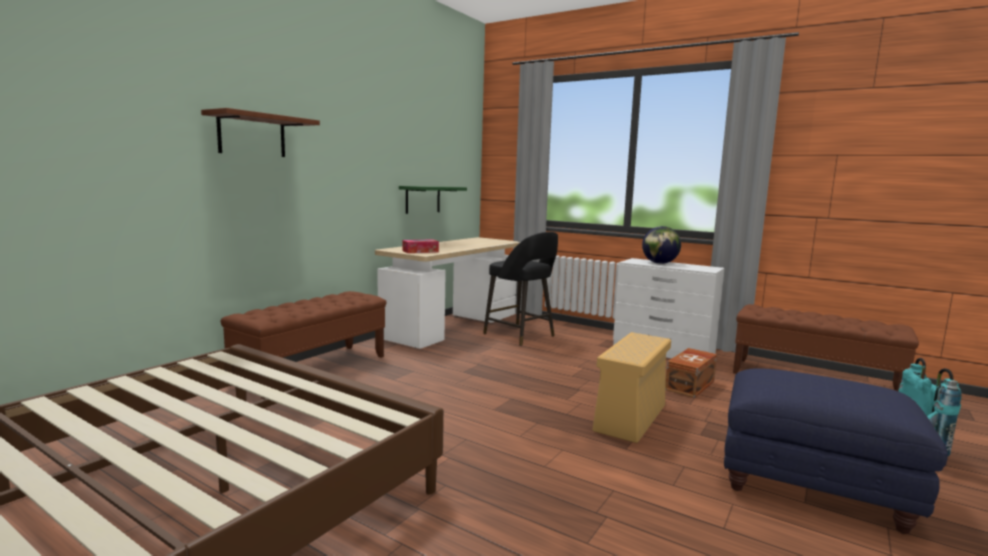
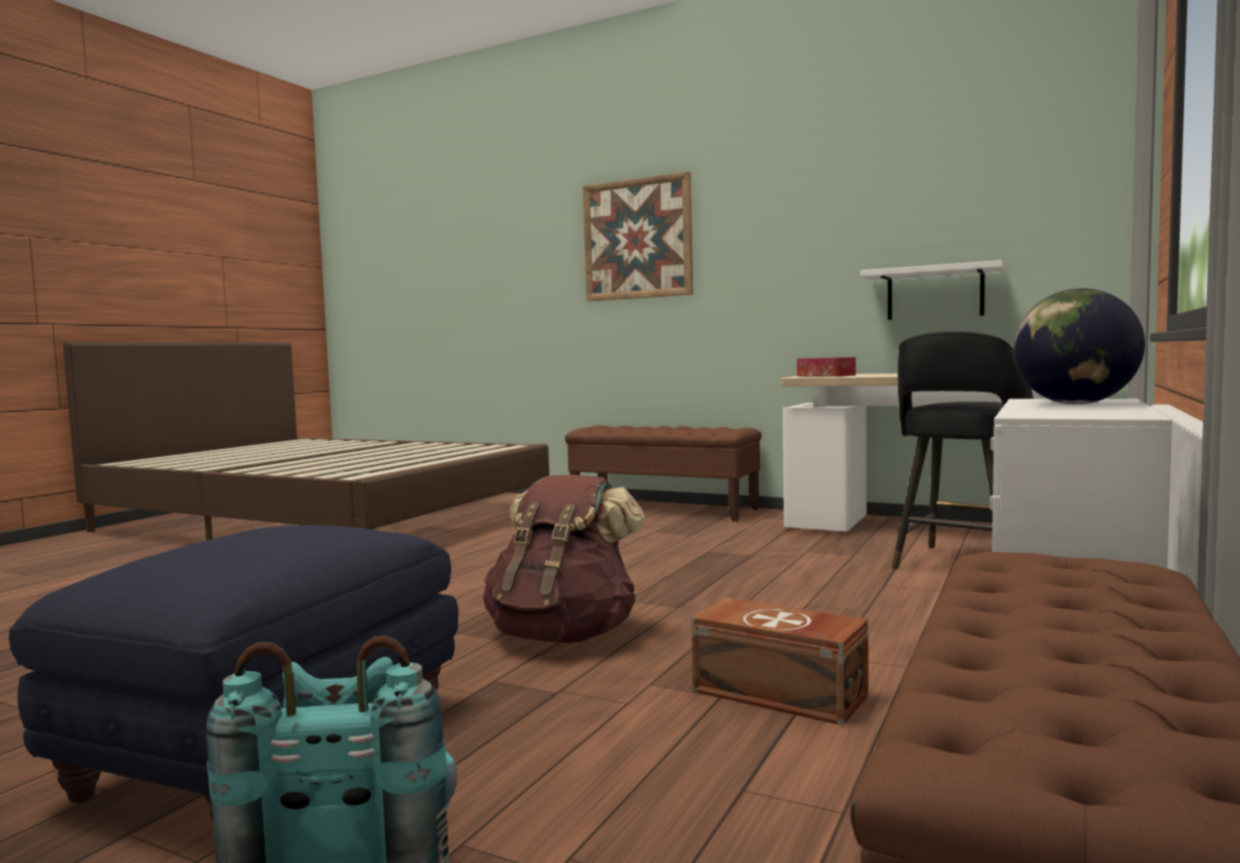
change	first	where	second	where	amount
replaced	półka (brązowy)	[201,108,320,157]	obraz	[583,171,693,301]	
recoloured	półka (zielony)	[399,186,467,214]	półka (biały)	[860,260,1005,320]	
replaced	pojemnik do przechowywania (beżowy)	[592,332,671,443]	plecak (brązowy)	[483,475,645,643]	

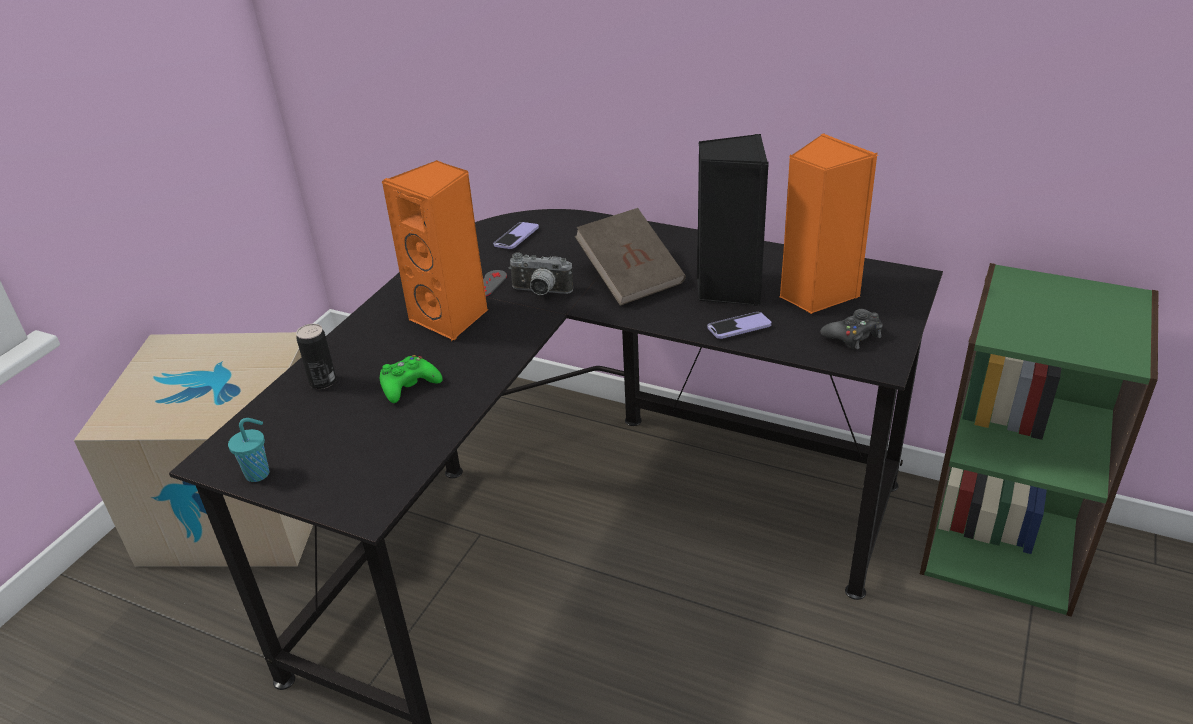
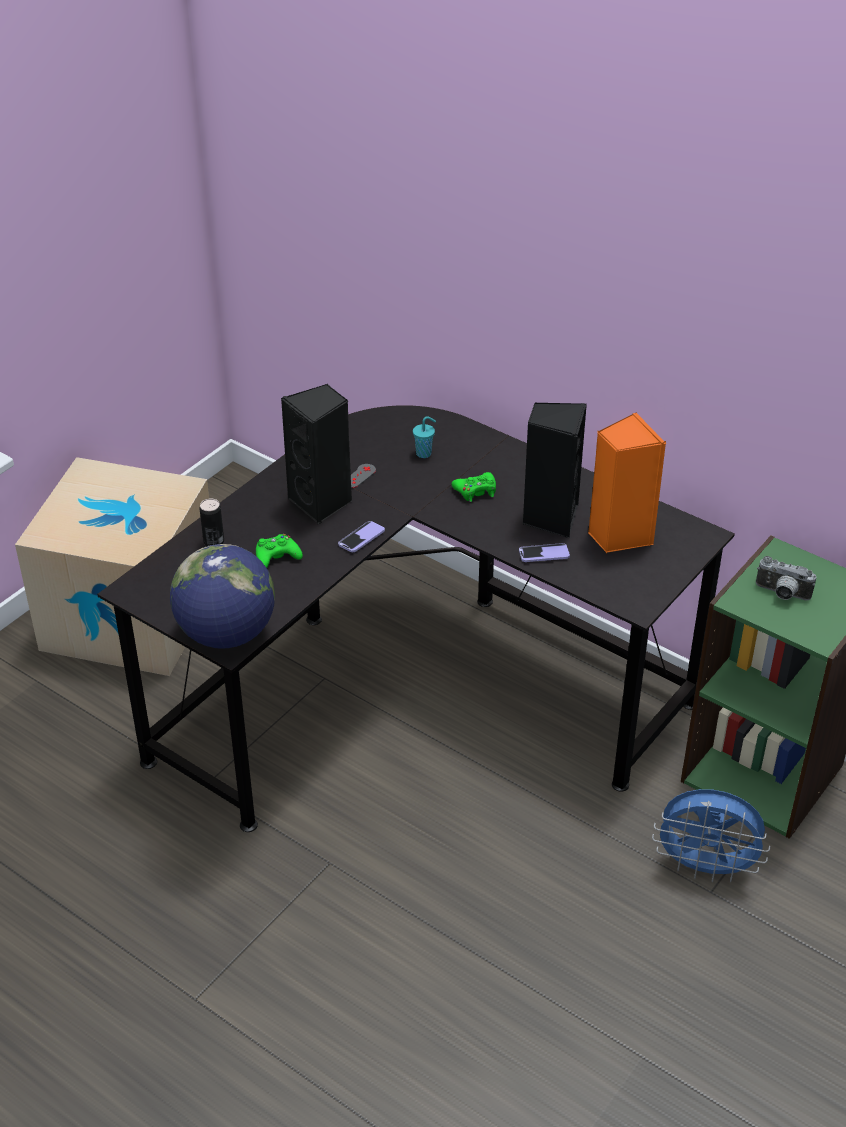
change	first	where	second	where	amount
moved	filiżanka (turkusowy)	[228,418,269,482]		[413,416,436,458]	
recoloured	głośnik (pomarańczowy)	[381,160,488,342]	głośnik (czarny)	[281,384,352,524]	
moved	telefon	[493,222,539,249]		[338,521,385,552]	
moved	aparat fotograficzny	[509,252,573,295]		[756,556,816,600]	
replaced	książka (brązowy)	[575,208,686,306]	pad do gier (zielony)	[452,472,496,502]	
removed	pad do gier (czarny)	[820,309,883,349]			
added			globus	[170,544,275,649]	
added			wentylator (niebieski)	[652,789,770,882]	

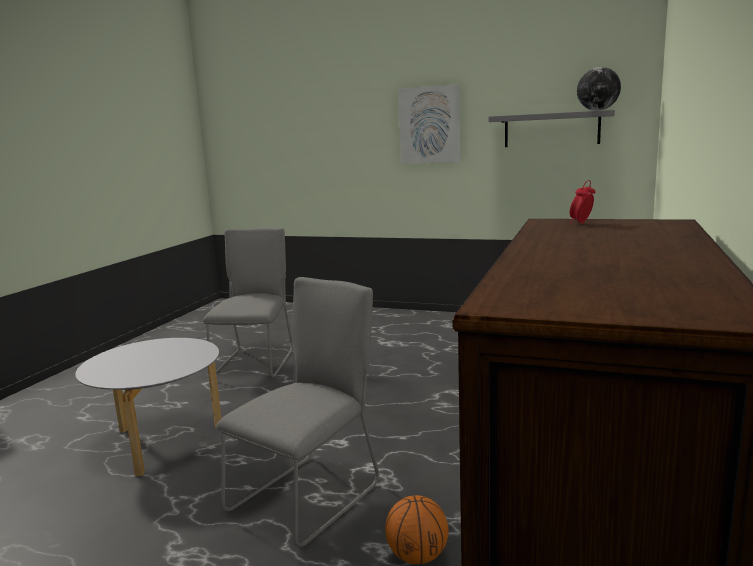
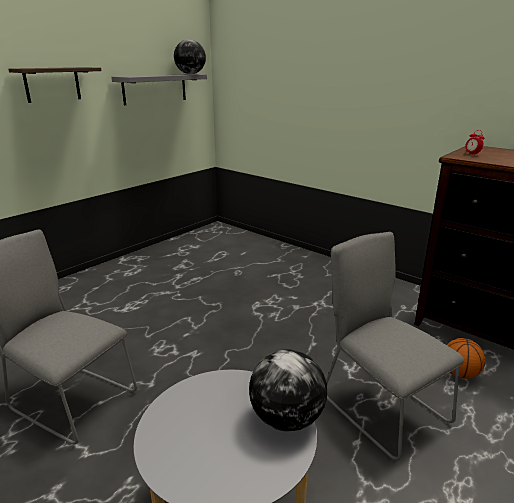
change	first	where	second	where	amount
replaced	obraz	[398,84,461,164]	półka	[9,67,102,103]	
added			globus	[249,349,327,432]	

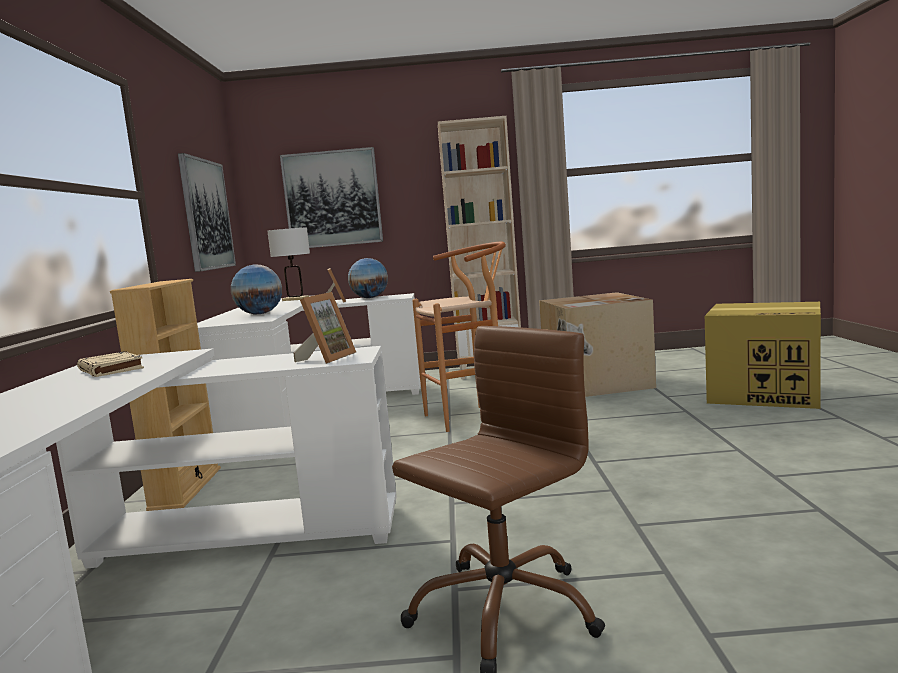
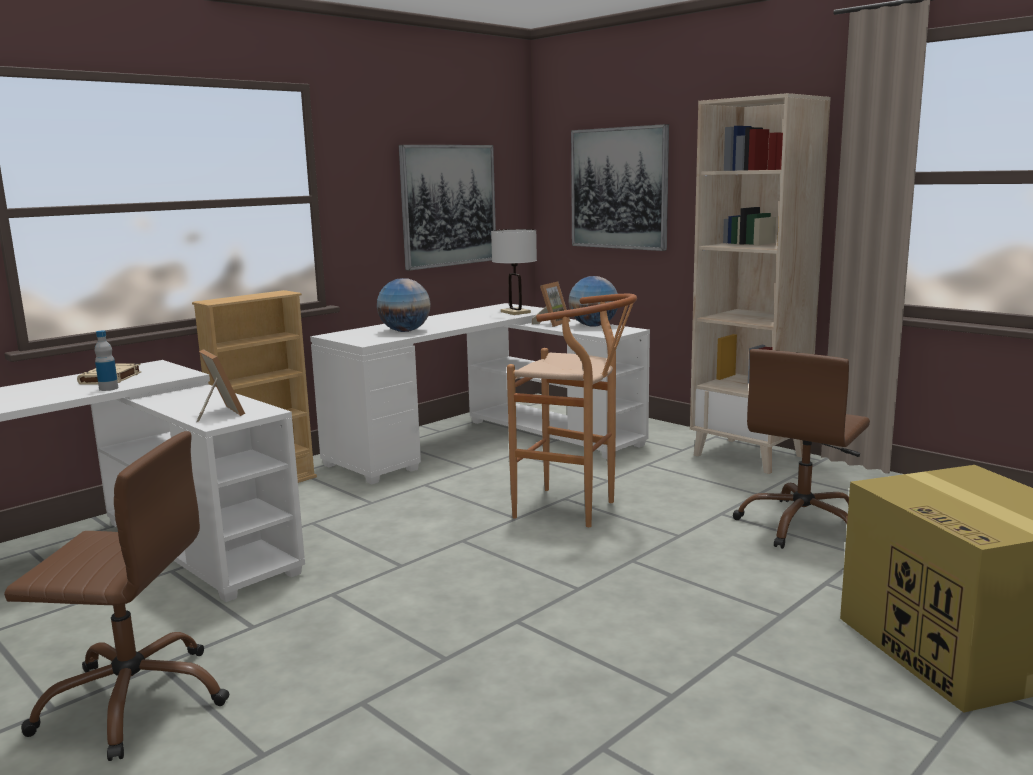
change	first	where	second	where	amount
turned	ramka na zdjęcie	[294,292,356,364]		[196,349,245,422]	105 degrees counterclockwise
replaced	karton	[539,292,656,397]	krzesło biurowe (brązowy)	[733,349,870,549]	
added			butelka	[95,330,118,391]	

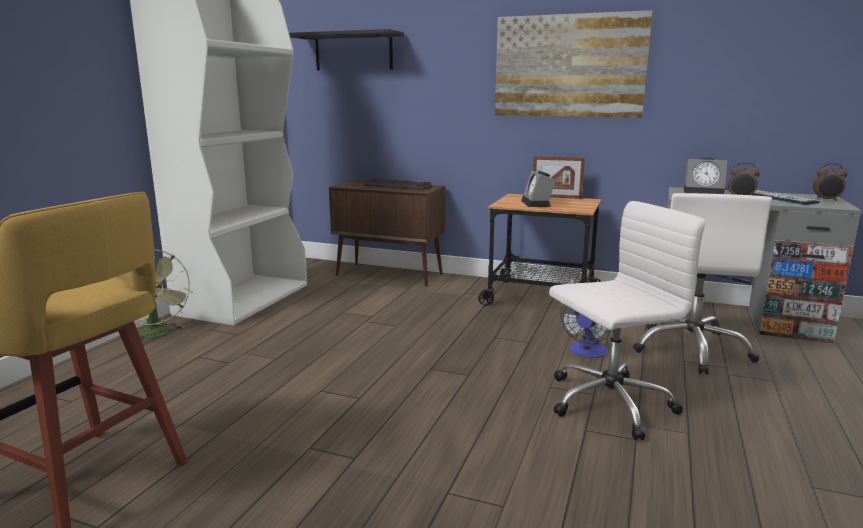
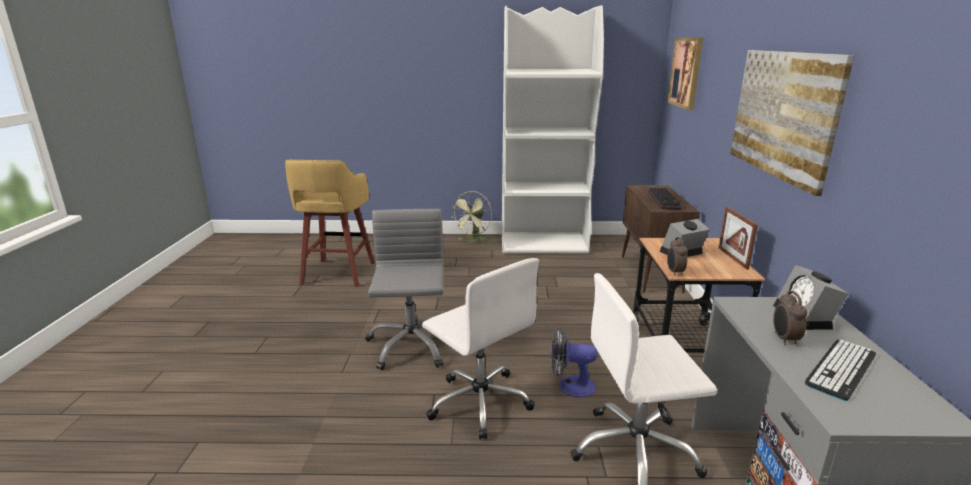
change	first	where	second	where	amount
replaced	półka (czarny)	[289,29,404,70]	obraz	[667,38,703,110]	
moved	budzik	[813,163,848,201]		[667,237,688,276]	
added			krzesło biurowe (szary)	[365,209,444,370]	

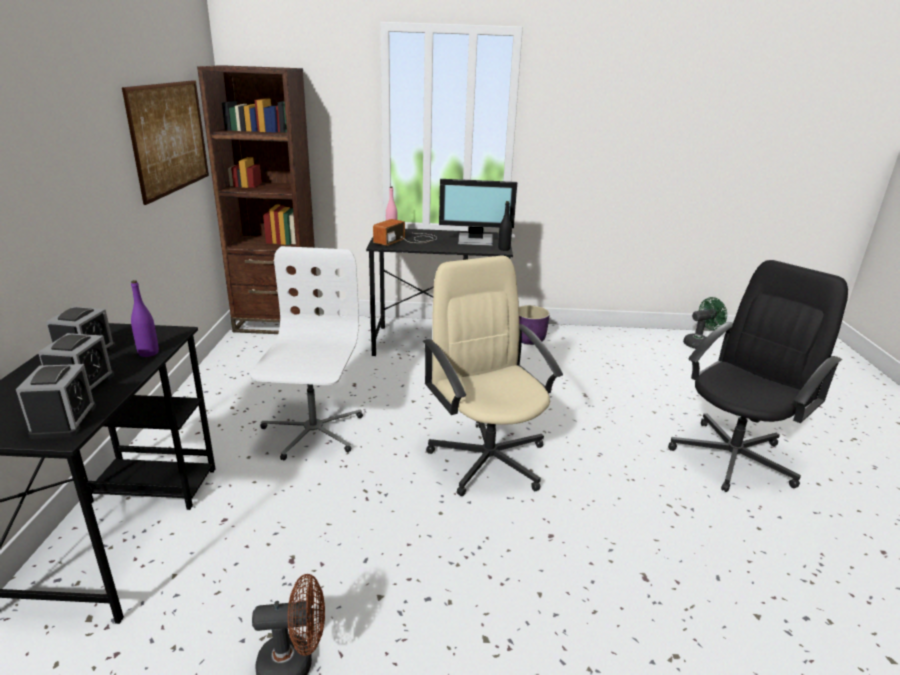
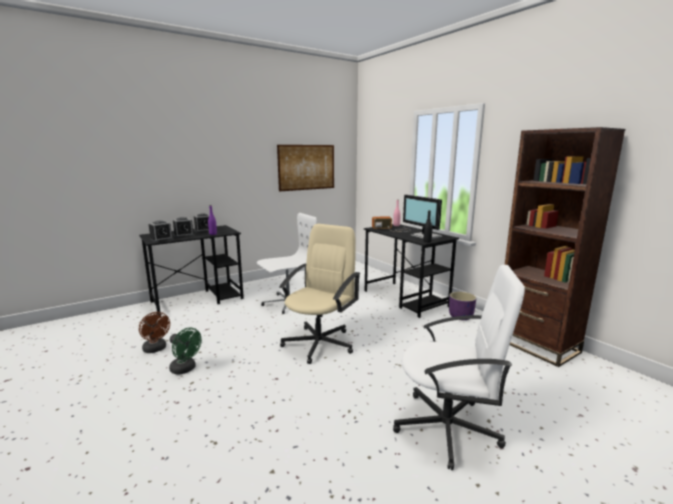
change	first	where	second	where	amount
moved	regał (brązowy)	[197,65,320,334]		[505,127,625,367]	
recoloured	krzesło biurowe (czarny)	[668,260,848,492]	krzesło biurowe (biały)	[393,265,525,470]	
moved	wentylator (zielony)	[683,297,727,349]		[169,328,202,375]	

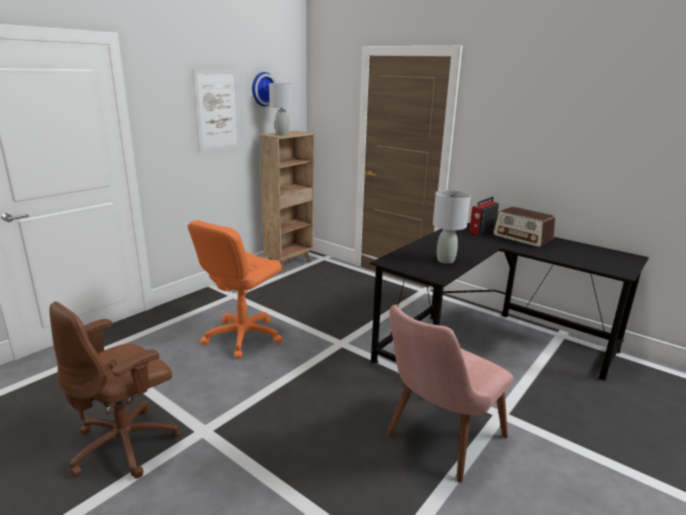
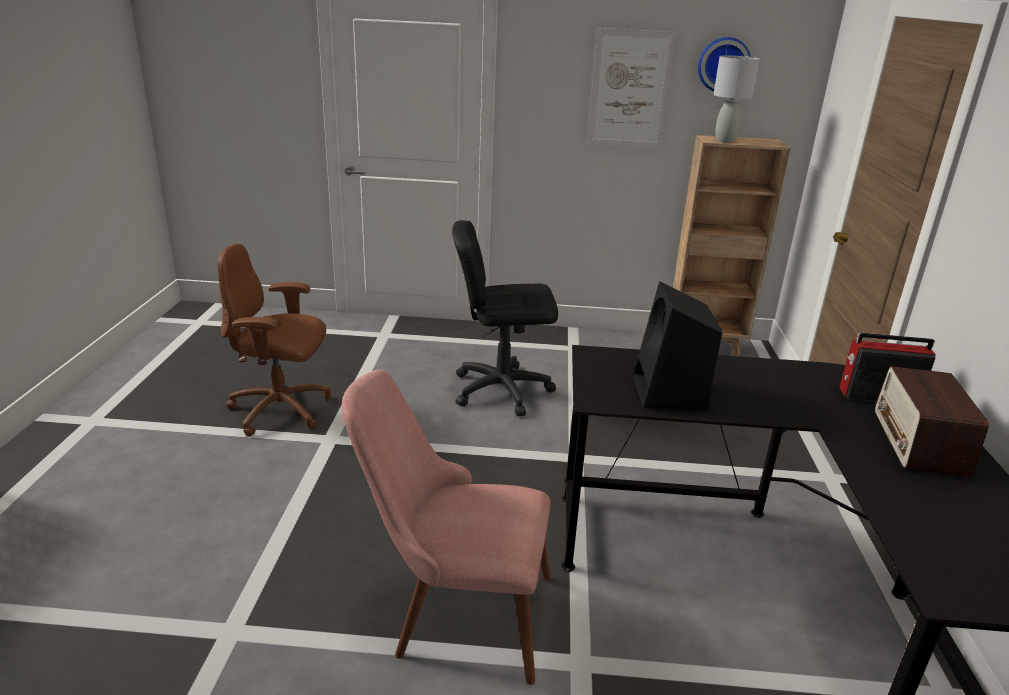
change	first	where	second	where	amount
recoloured	krzesło biurowe (pomarańczowy)	[188,220,283,359]	krzesło biurowe (czarny)	[452,220,558,416]	
replaced	lampa stołowa (szary)	[433,190,471,264]	głośnik (czarny)	[633,281,722,410]	

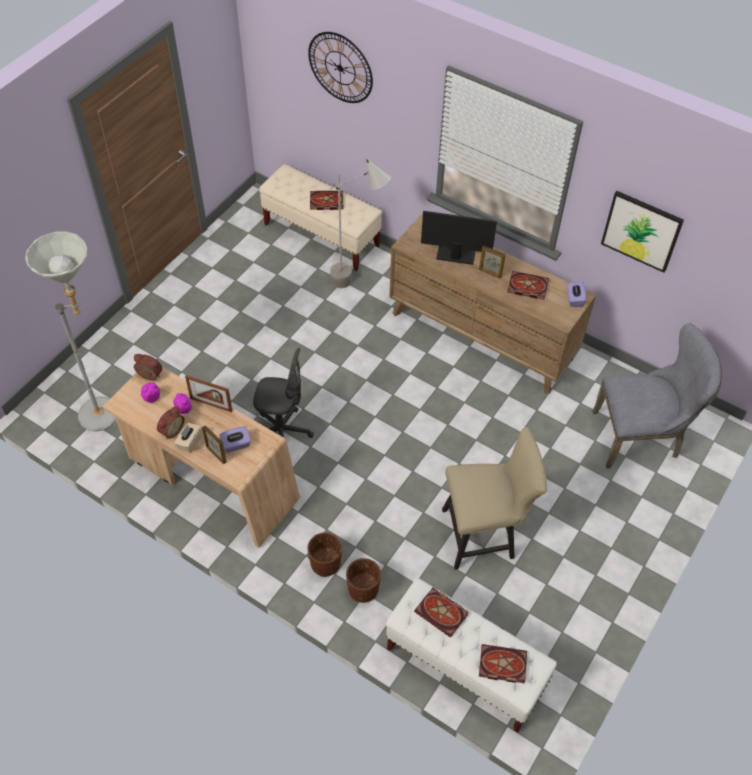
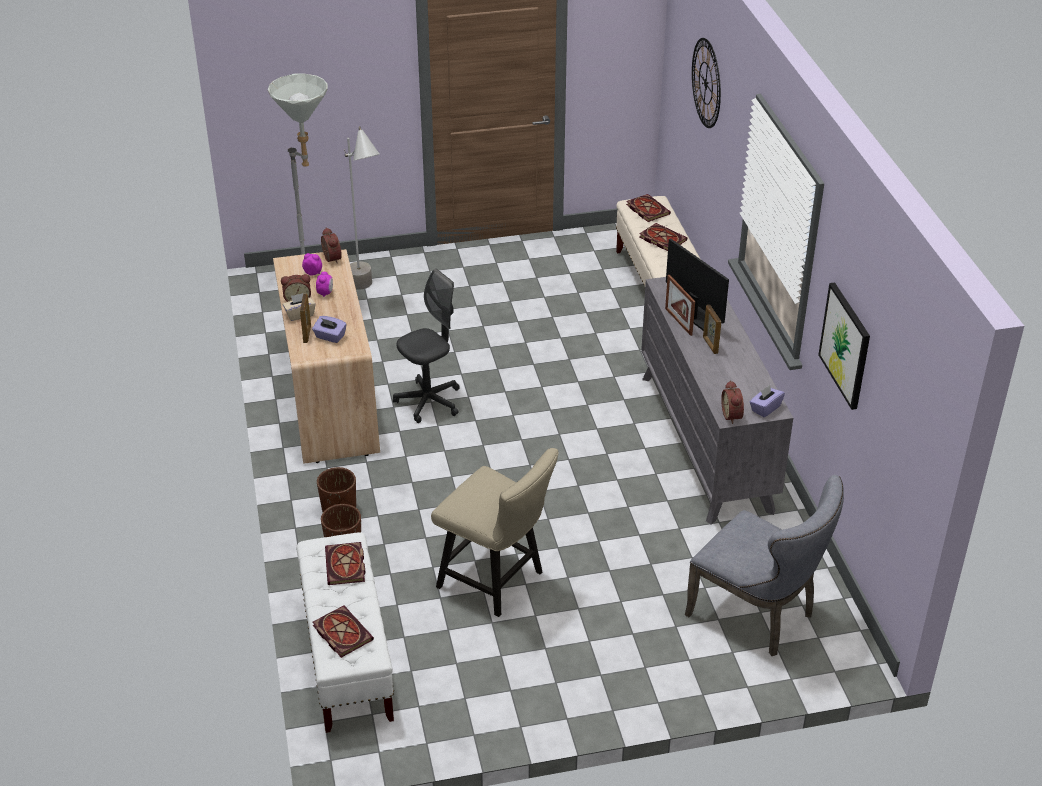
change	first	where	second	where	amount
moved	ramka na zdjęcie	[185,375,232,412]		[665,275,695,336]	
turned	krzesło biurowe (szary)	[253,348,314,438]		[393,269,460,423]	90 degrees counterclockwise
moved	lampa stojąca (szary)	[330,159,391,288]		[344,126,379,290]	
recoloured	komoda (brązowy)	[389,213,596,394]	komoda (szary)	[641,277,793,525]	
moved	książka	[508,271,549,299]		[626,194,671,222]	
added			budzik	[721,380,744,424]	

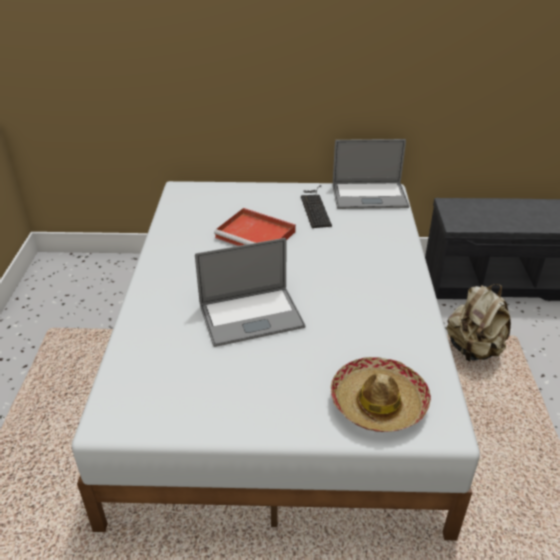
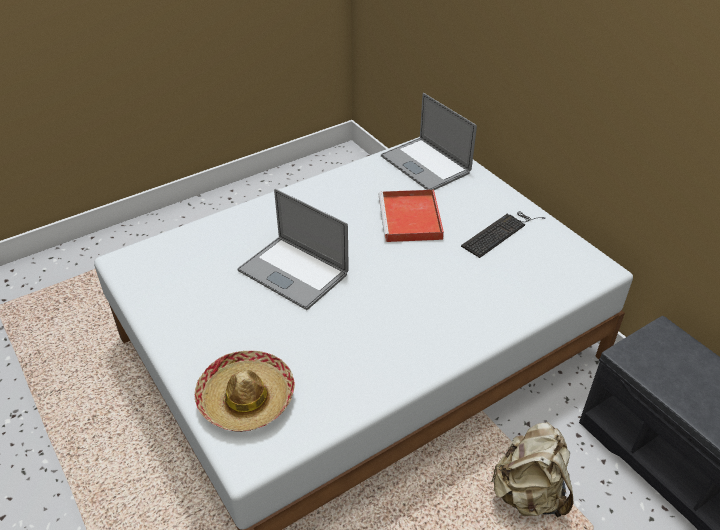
change	first	where	second	where	amount
moved	laptop	[333,139,409,209]		[381,93,477,190]	

